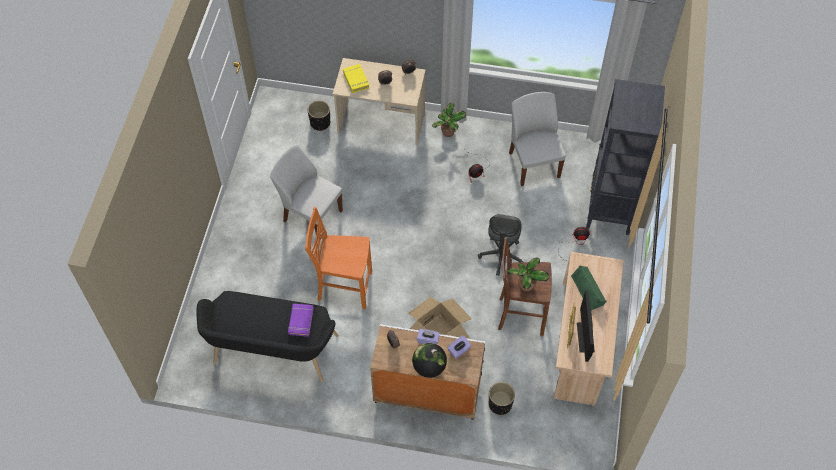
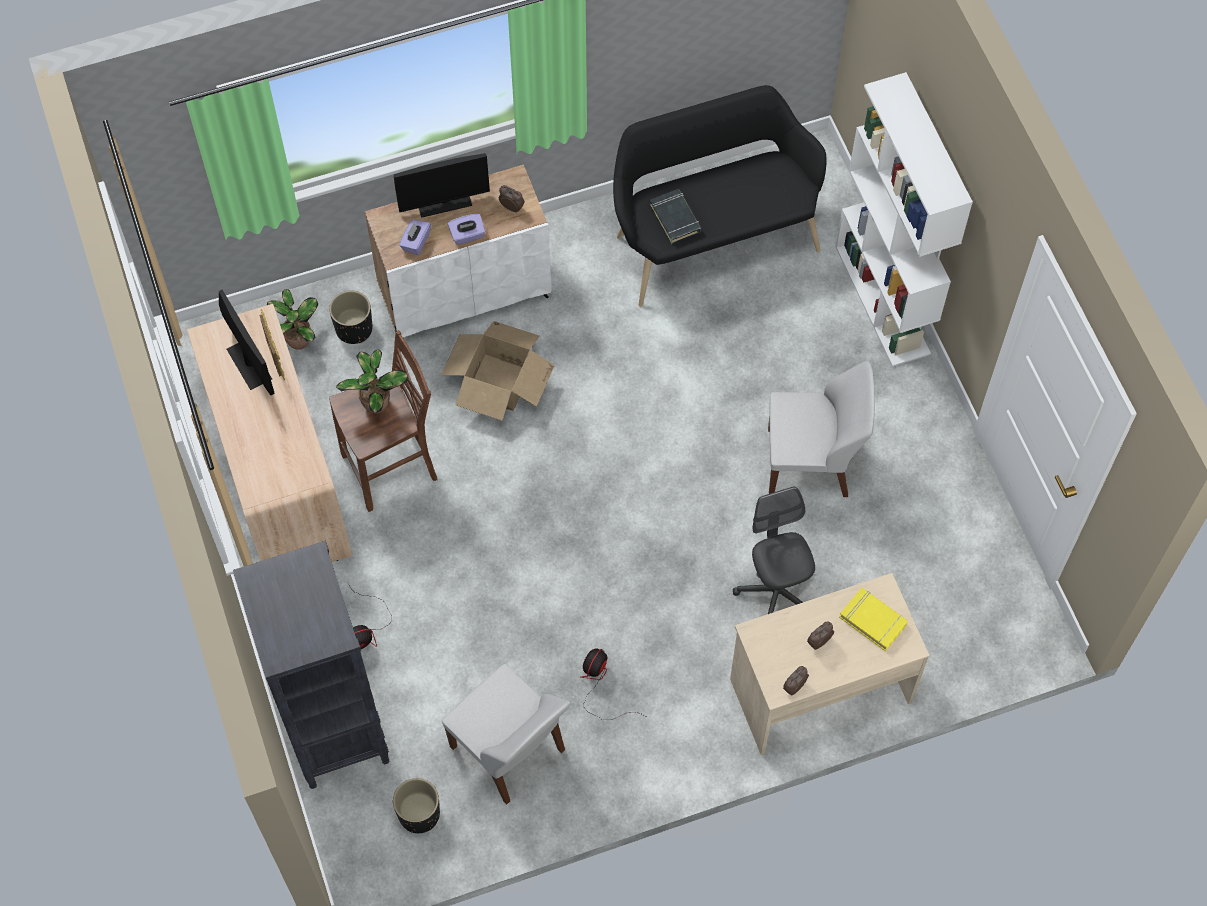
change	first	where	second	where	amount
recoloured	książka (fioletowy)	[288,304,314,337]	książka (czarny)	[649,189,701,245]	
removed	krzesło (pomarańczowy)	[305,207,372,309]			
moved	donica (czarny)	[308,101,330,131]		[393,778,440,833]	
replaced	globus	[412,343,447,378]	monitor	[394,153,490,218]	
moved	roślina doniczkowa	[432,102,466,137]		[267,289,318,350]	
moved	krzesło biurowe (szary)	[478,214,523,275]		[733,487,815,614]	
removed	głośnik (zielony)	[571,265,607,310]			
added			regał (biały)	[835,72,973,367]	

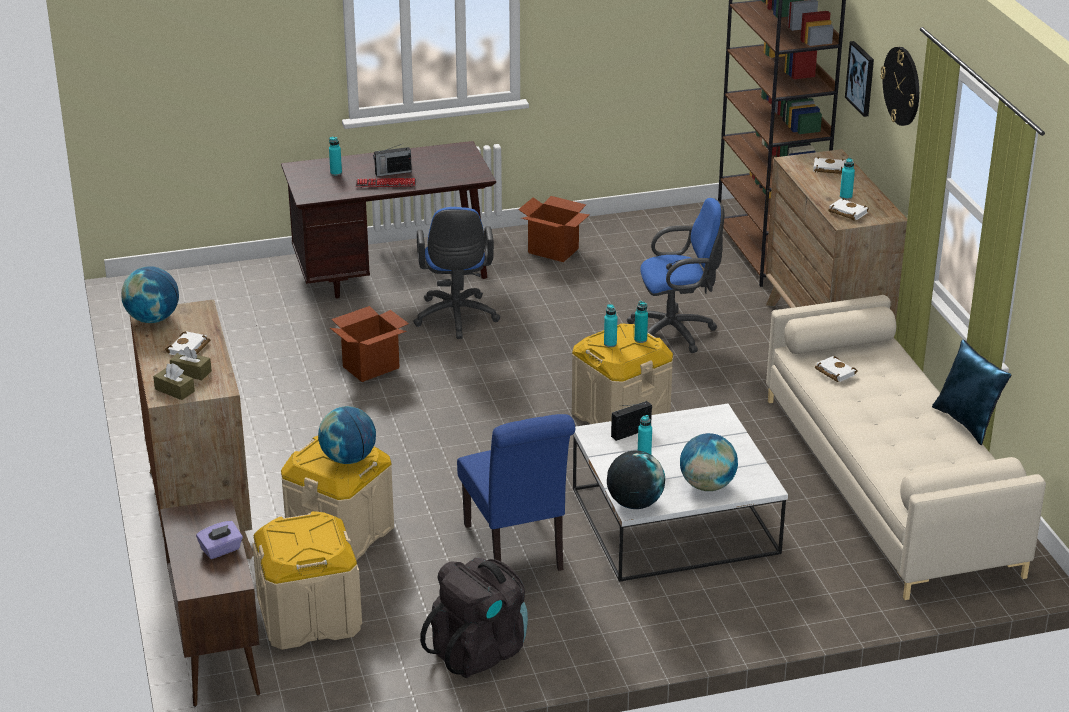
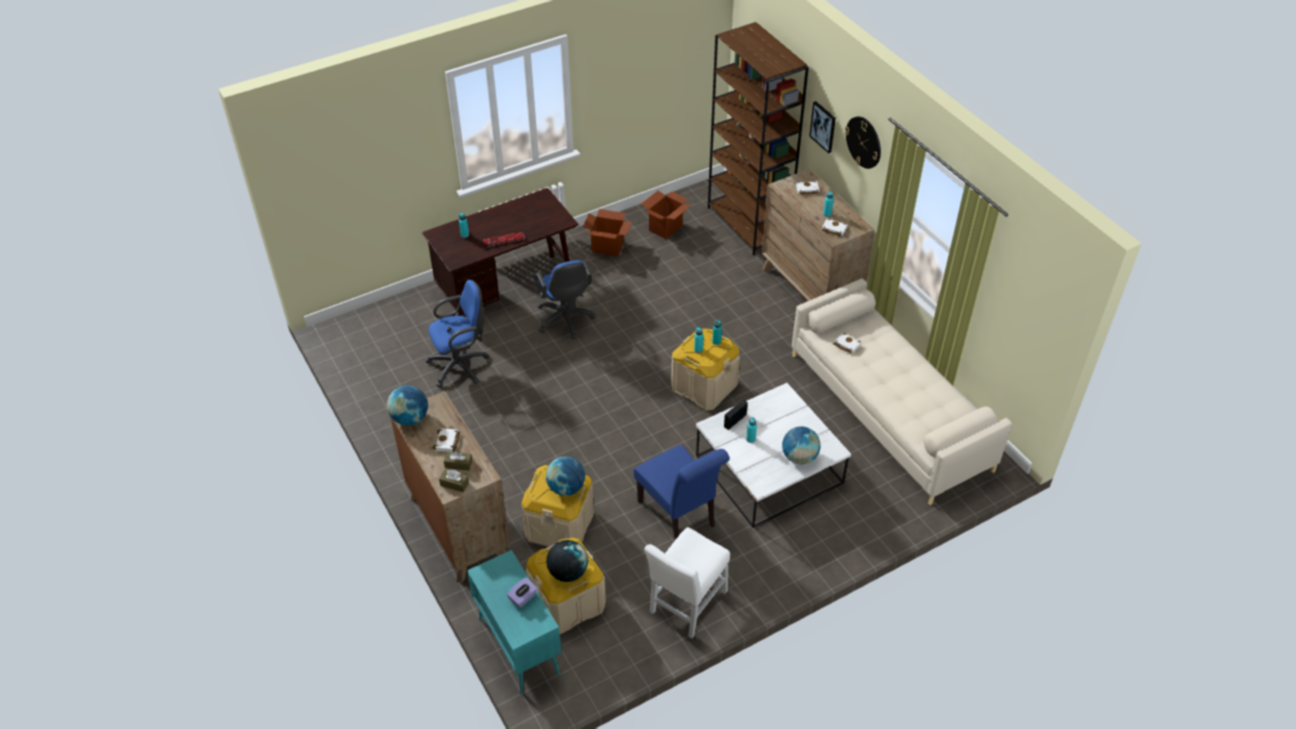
change	first	where	second	where	amount
recoloured	szafka (brązowy)	[160,498,260,707]	szafka (turkusowy)	[467,550,562,695]	
moved	karton	[330,306,409,382]		[641,191,691,239]	
removed	radio	[373,143,412,177]			
replaced	plecak (czarny)	[420,558,528,678]	krzesło (biały)	[644,527,730,638]	
moved	globus	[607,450,665,509]		[546,540,588,582]	
moved	krzesło biurowe (niebieski)	[627,198,724,353]		[425,280,489,388]	
removed	poduszka (niebieski)	[932,339,1011,445]			

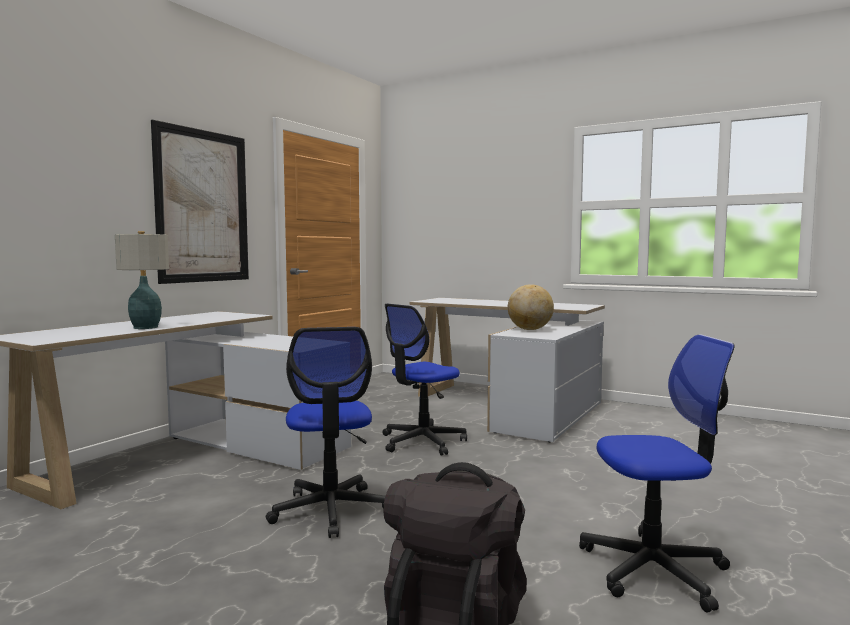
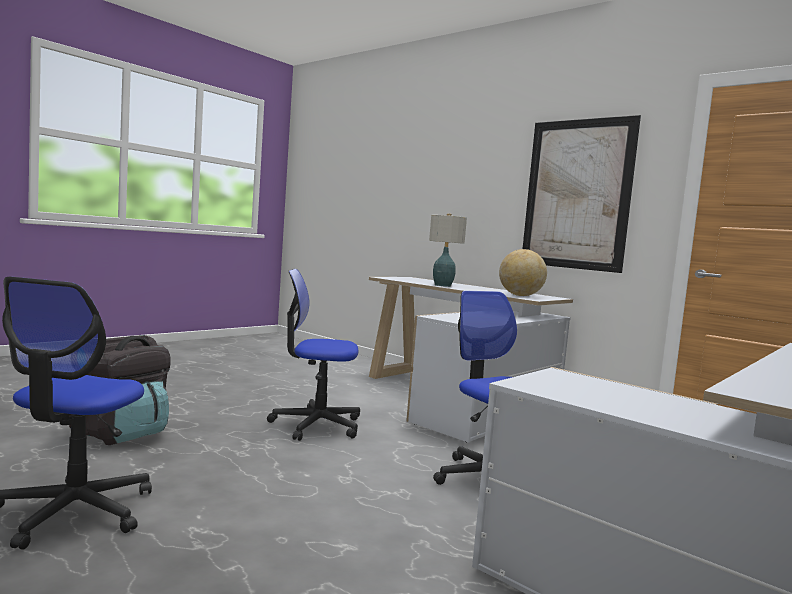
change	first	where	second	where	amount
moved	globus	[508,284,554,330]		[499,249,547,296]	

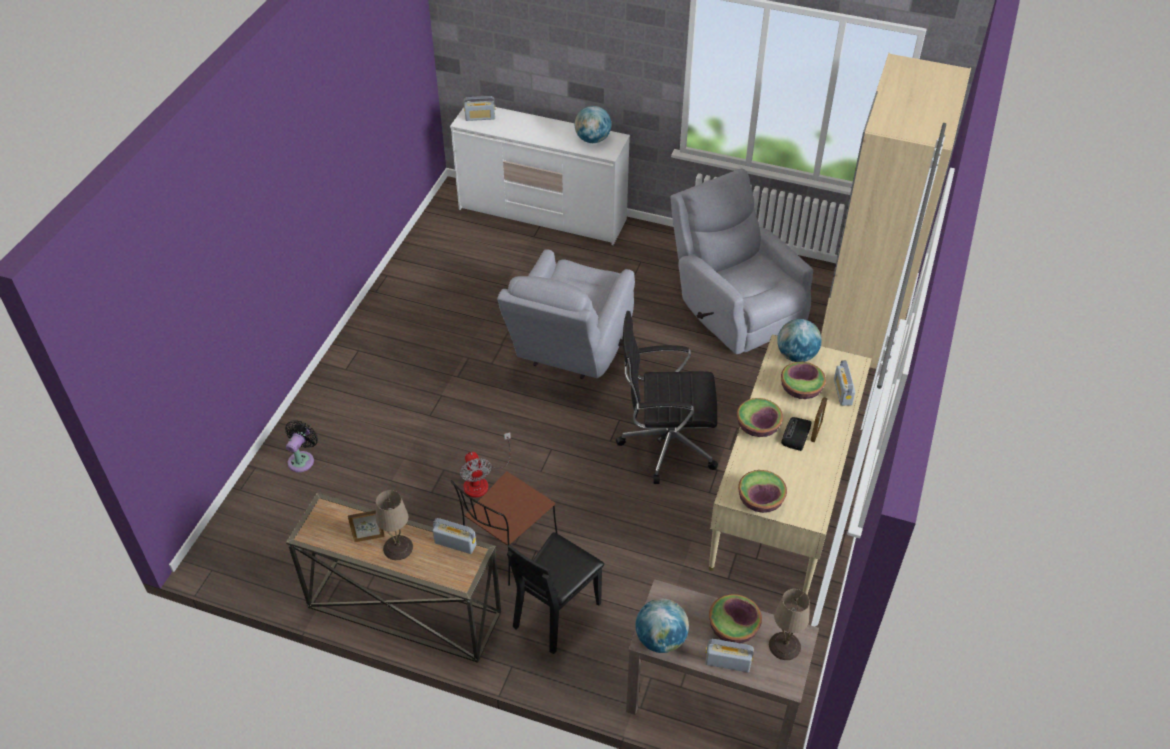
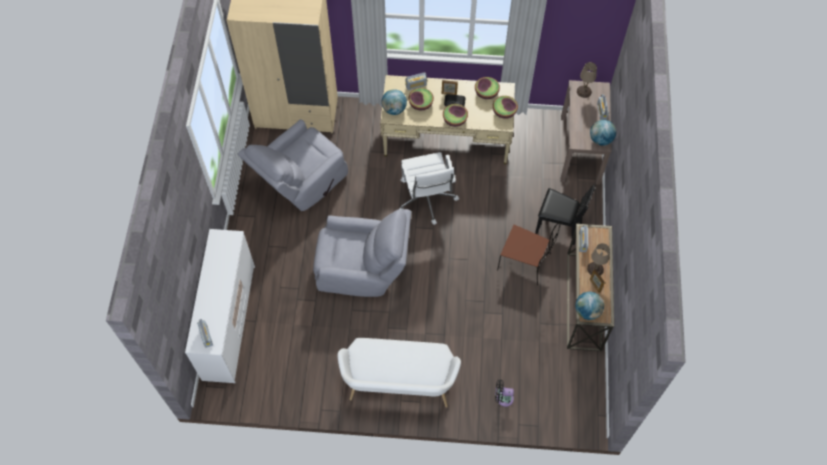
change	first	where	second	where	amount
removed	wentylator	[460,432,511,498]			
moved	globus	[575,106,611,143]		[575,292,604,320]	
recoloured	krzesło biurowe (czarny)	[616,311,718,484]	krzesło biurowe (biały)	[399,152,459,225]	
moved	miska	[709,594,762,643]		[475,77,500,99]	
added			ławka (biały)	[338,338,461,408]	

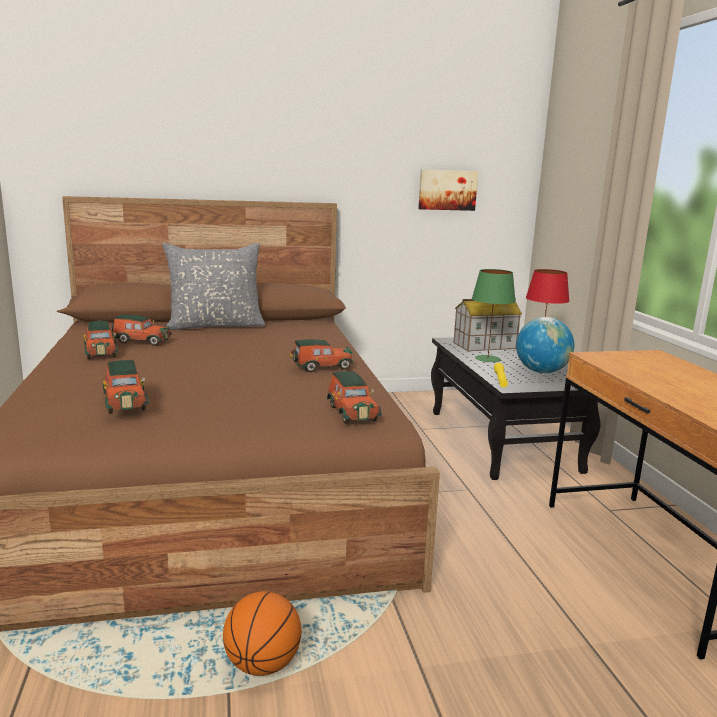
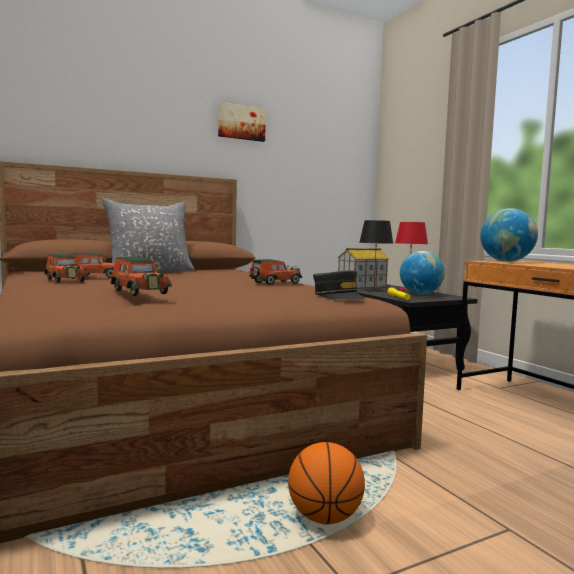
change	first	where	second	where	amount
replaced	samochodzik	[327,371,382,424]	czapka z daszkiem (szary)	[313,270,365,300]	
moved	obraz	[418,169,478,211]		[218,102,266,142]	
recoloured	lampa stołowa (zielony)	[472,269,516,362]	lampa stołowa (czarny)	[359,220,393,292]	
added			globus	[480,208,538,262]	

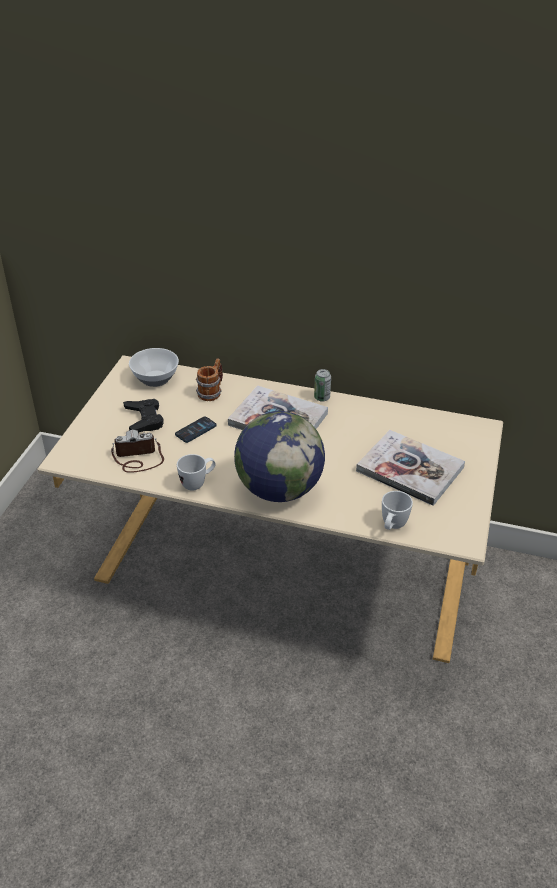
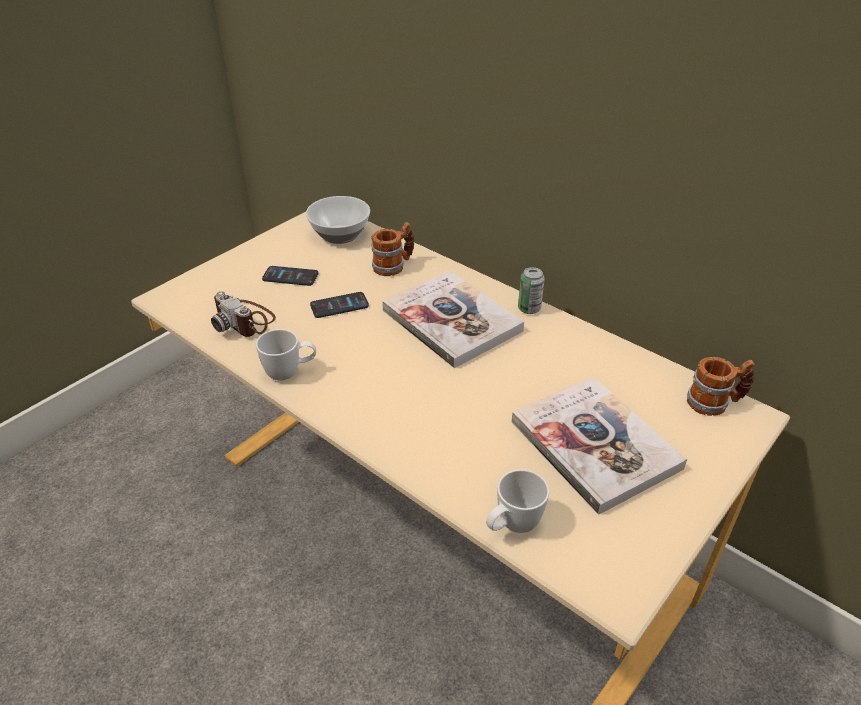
change	first	where	second	where	amount
turned	aparat fotograficzny	[111,430,164,473]		[211,291,276,337]	150 degrees counterclockwise
replaced	pad do gier (czarny)	[123,399,164,432]	telefon	[262,266,319,286]	
removed	globus	[234,411,325,502]			
added			kubek	[687,357,754,416]	

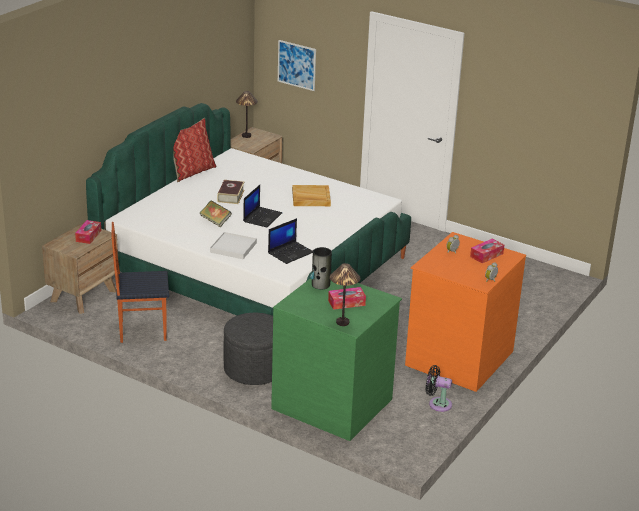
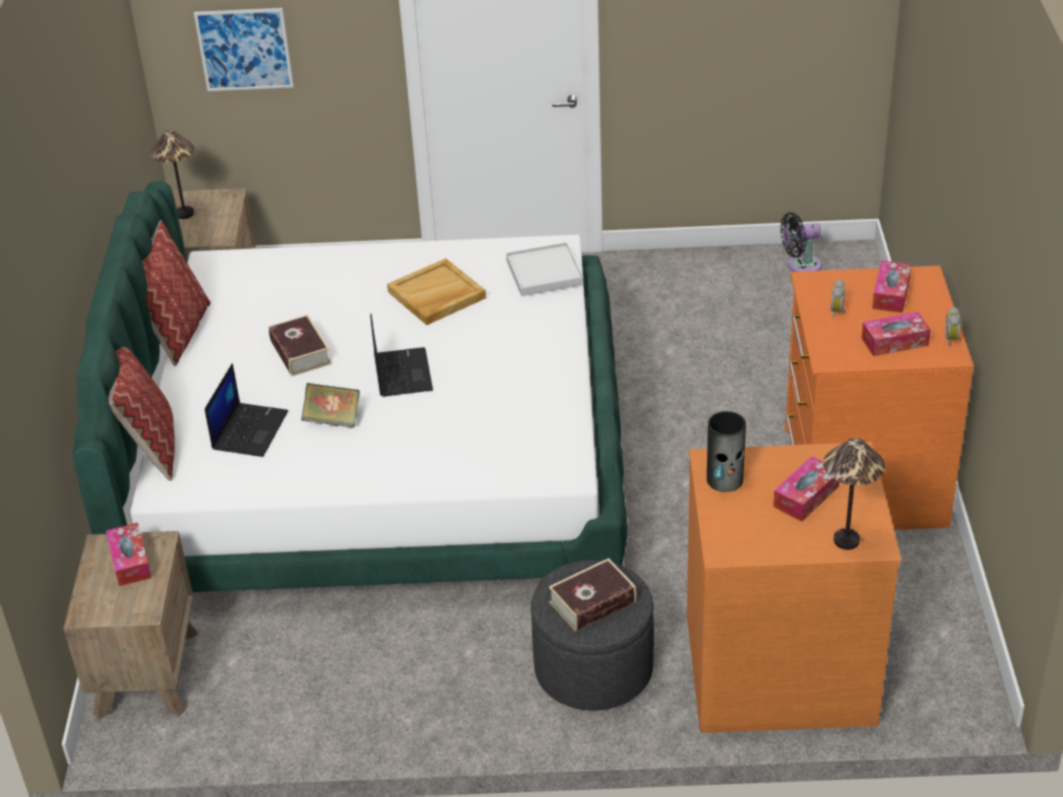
change	first	where	second	where	amount
removed	krzesło	[112,222,169,343]			
moved	taca (biały)	[210,232,257,259]		[506,242,583,296]	
moved	laptop	[268,218,313,264]		[205,363,288,457]	
recoloured	komoda (zielony)	[271,279,402,441]	komoda (pomarańczowy)	[687,442,902,733]	
moved	wentylator (czarny)	[426,365,452,412]		[780,212,822,272]	
added			poduszka	[109,347,175,481]	
added			książka	[549,558,636,632]	
added			pudełko chusteczek	[861,312,931,356]	

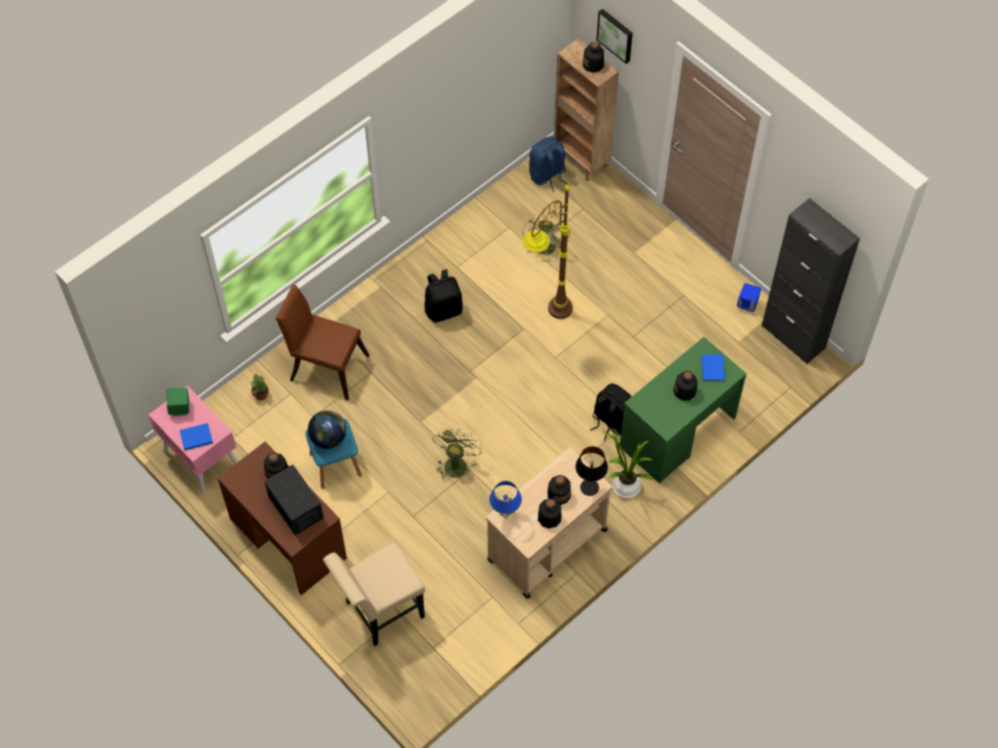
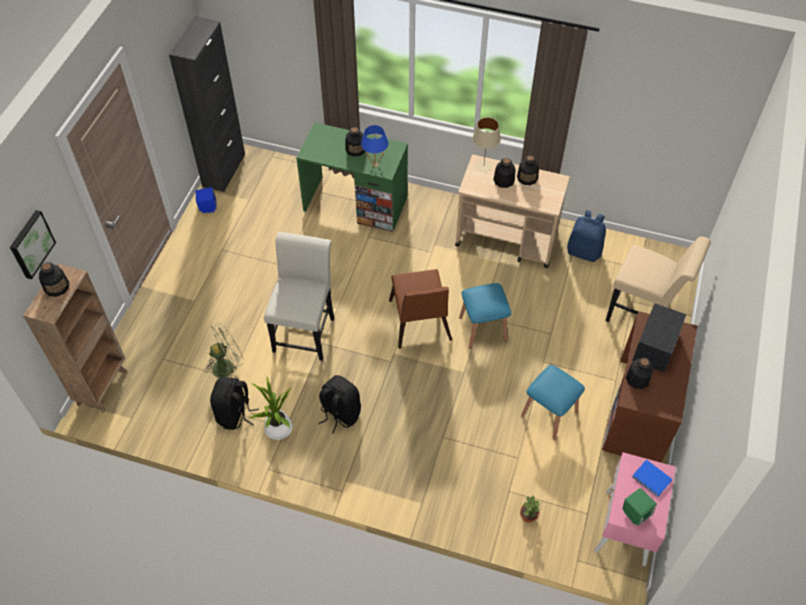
change	first	where	second	where	amount
moved	krzesło (brązowy)	[275,284,369,400]		[389,269,452,349]	
removed	globus	[308,410,346,449]			
replaced	wentylator (zielony)	[432,426,483,482]	stołek (niebieski)	[459,283,511,349]	
moved	lampa stołowa (niebieski)	[490,481,522,518]		[361,125,388,167]	
replaced	lampa stojąca (brązowy)	[523,183,573,319]	krzesło (biały)	[264,232,335,361]	
moved	plecak (niebieski)	[529,136,567,192]		[567,210,606,262]	
recoloured	lampa stołowa (czarny)	[576,446,608,496]	lampa stołowa (beżowy)	[473,117,501,172]	
moved	plecak (czarny)	[590,383,632,441]		[210,377,259,430]	
moved	roślina doniczkowa	[603,430,653,498]		[250,377,292,440]	
removed	książka (niebieski)	[701,355,725,381]			

